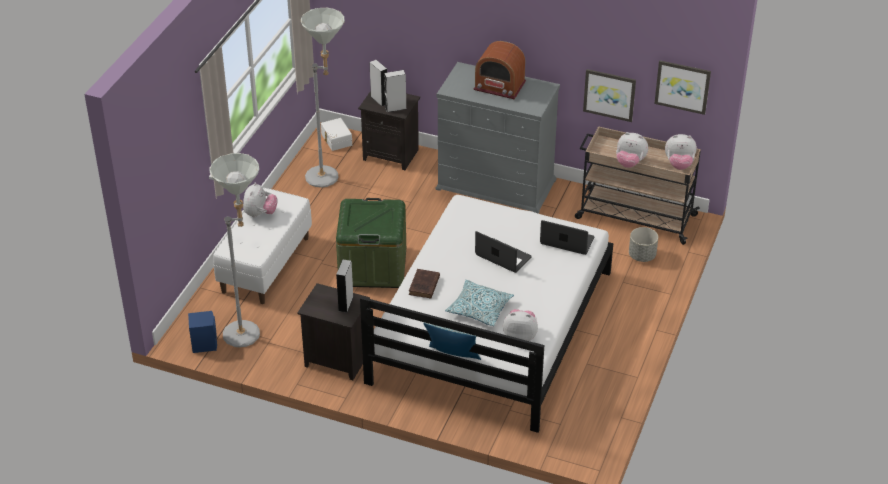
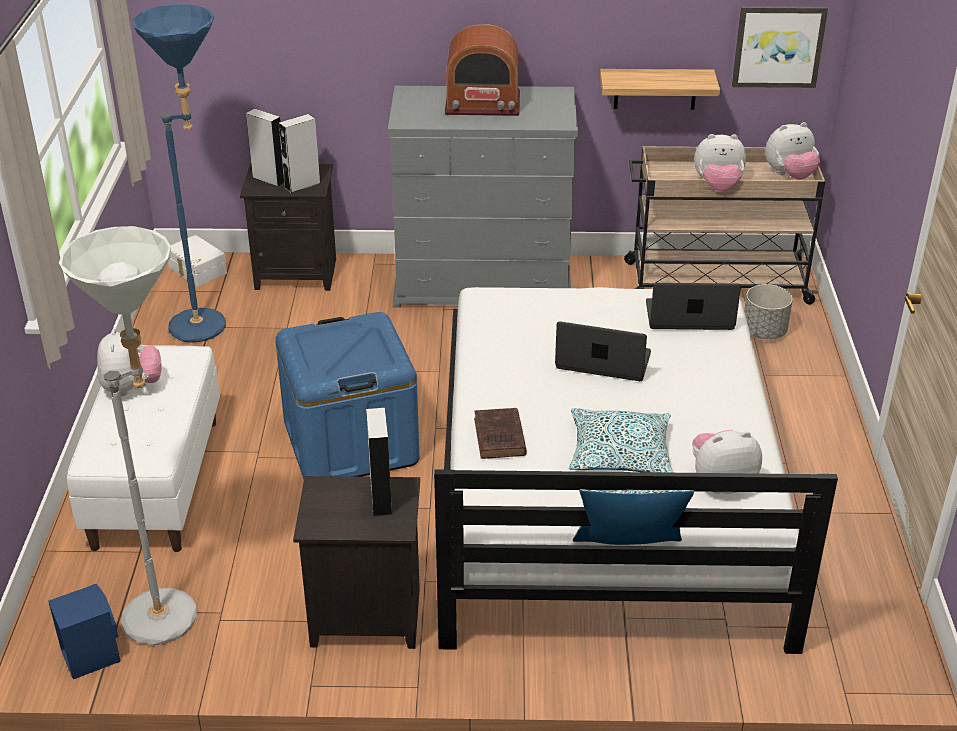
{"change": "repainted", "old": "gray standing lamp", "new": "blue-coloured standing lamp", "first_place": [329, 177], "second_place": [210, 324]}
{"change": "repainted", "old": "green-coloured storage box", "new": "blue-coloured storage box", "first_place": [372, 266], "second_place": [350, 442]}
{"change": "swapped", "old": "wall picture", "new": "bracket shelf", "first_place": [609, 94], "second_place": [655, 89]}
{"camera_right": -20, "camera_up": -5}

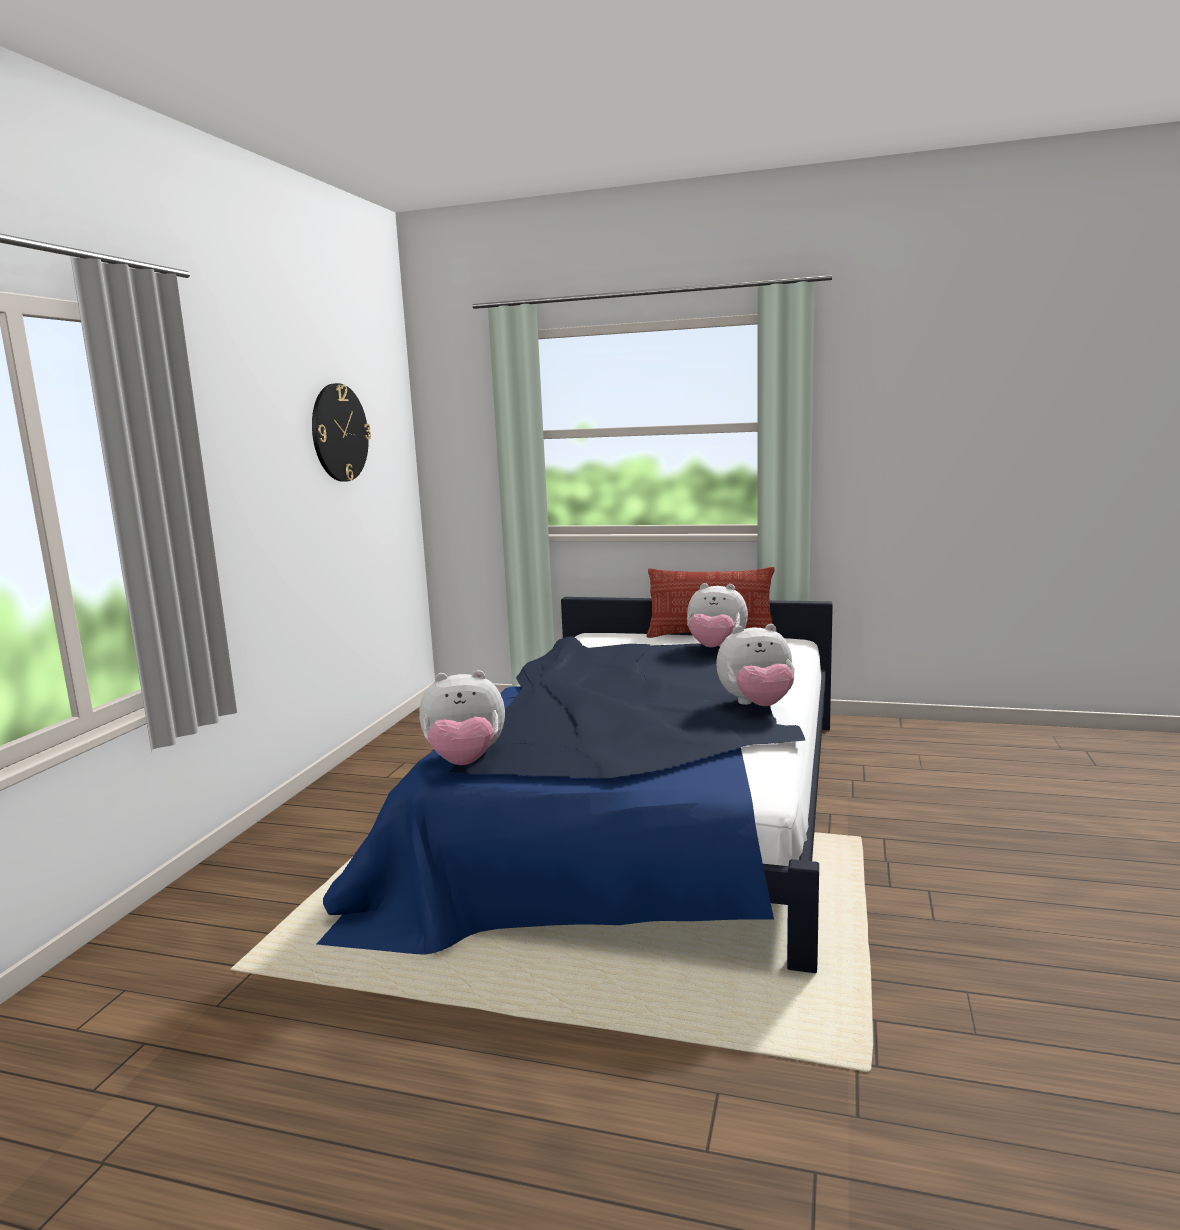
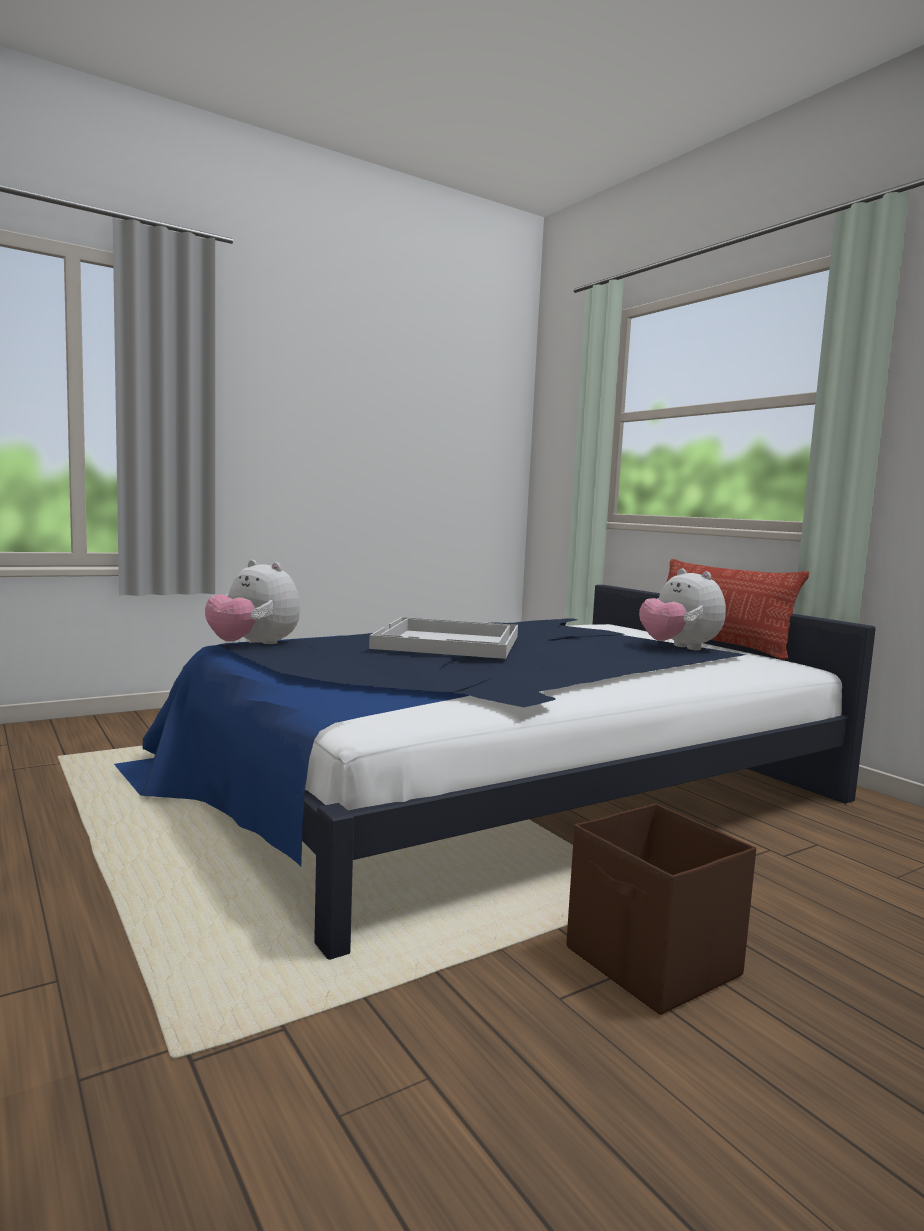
{"change": "gone", "old": "clock on the wall", "first_place": [339, 433]}
{"change": "gone", "old": "plush toy", "first_place": [757, 705]}
{"change": "new", "new": "white-coloured carrying tray", "second_place": [449, 642]}
{"change": "new", "new": "brown-coloured storage box", "second_place": [653, 963]}
{"camera_right": 40, "camera_up": -5}

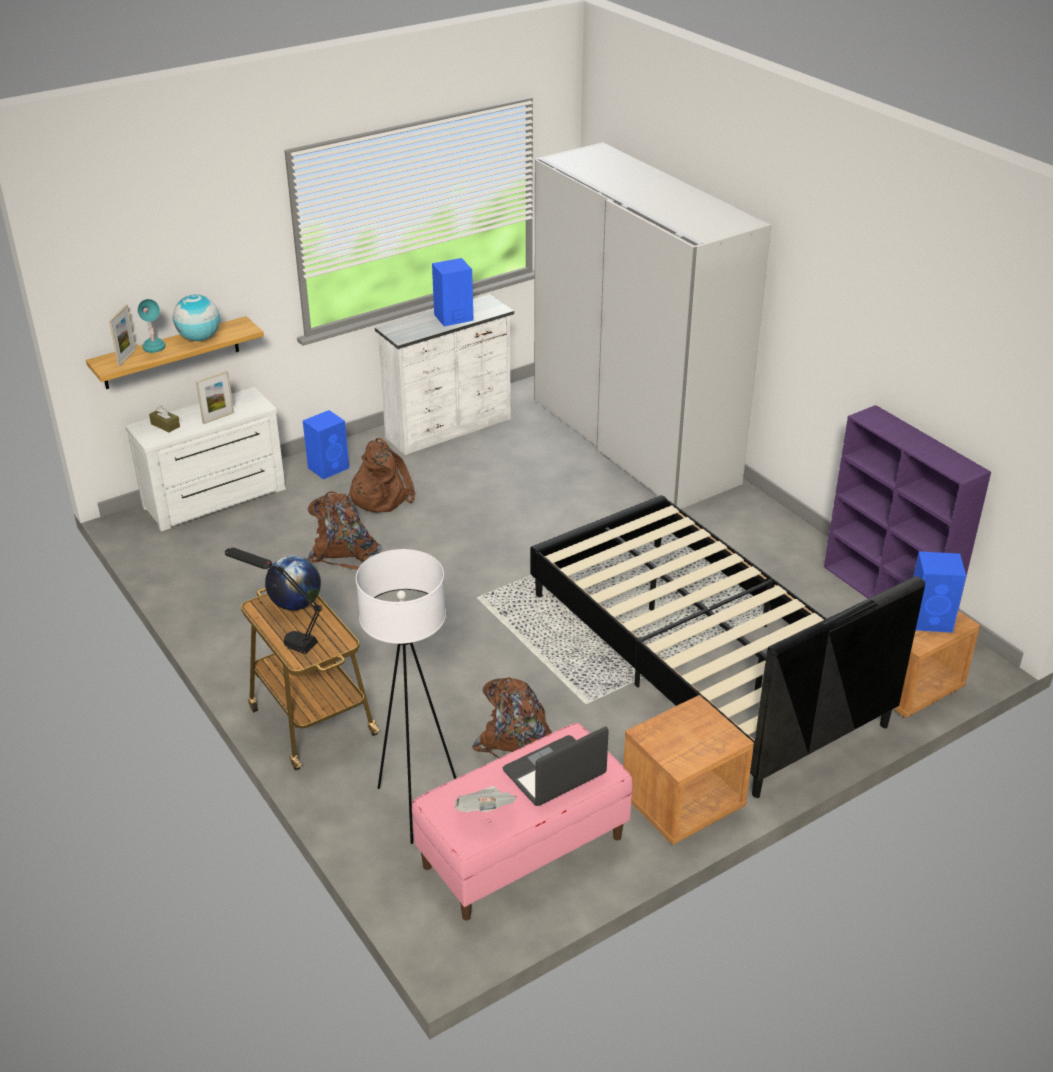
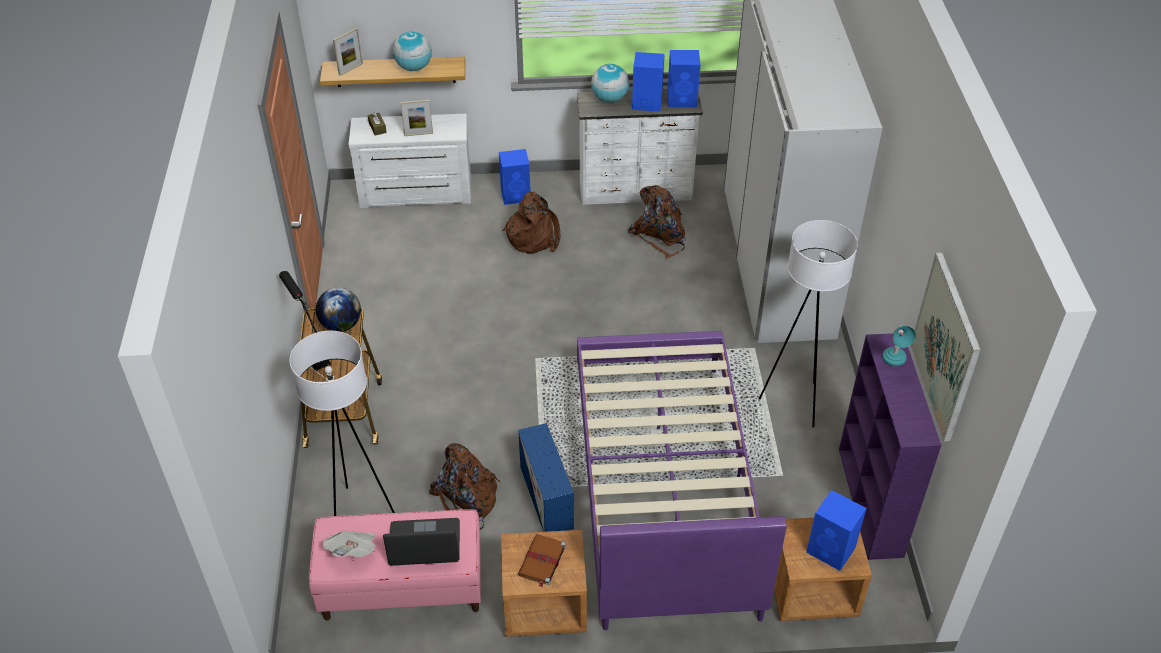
{"change": "shifted", "old": "turquoise lamp for a table", "first_place": [155, 351], "second_place": [893, 363]}
{"change": "shifted", "old": "brown-coloured knapsack", "first_place": [345, 553], "second_place": [660, 235]}
{"change": "repainted", "old": "blackish bed", "new": "purple-coloured bed", "first_place": [701, 657], "second_place": [663, 488]}
{"change": "new", "new": "blue-coloured storage box", "second_place": [547, 498]}
{"change": "new", "new": "brown-coloured volume", "second_place": [542, 561]}
{"change": "new", "new": "world globe", "second_place": [610, 99]}
{"change": "new", "new": "blue-coloured audio speaker", "second_place": [683, 100]}
{"change": "new", "new": "white-coloured standing lamp", "second_place": [794, 402]}
{"change": "new", "new": "wall picture", "second_place": [946, 346]}
{"camera_right": 30, "camera_up": 10}

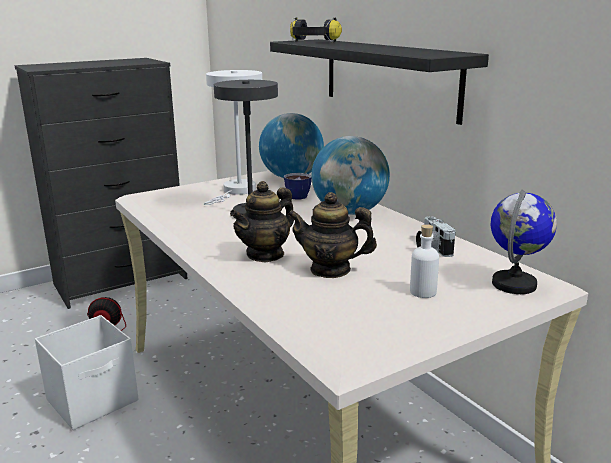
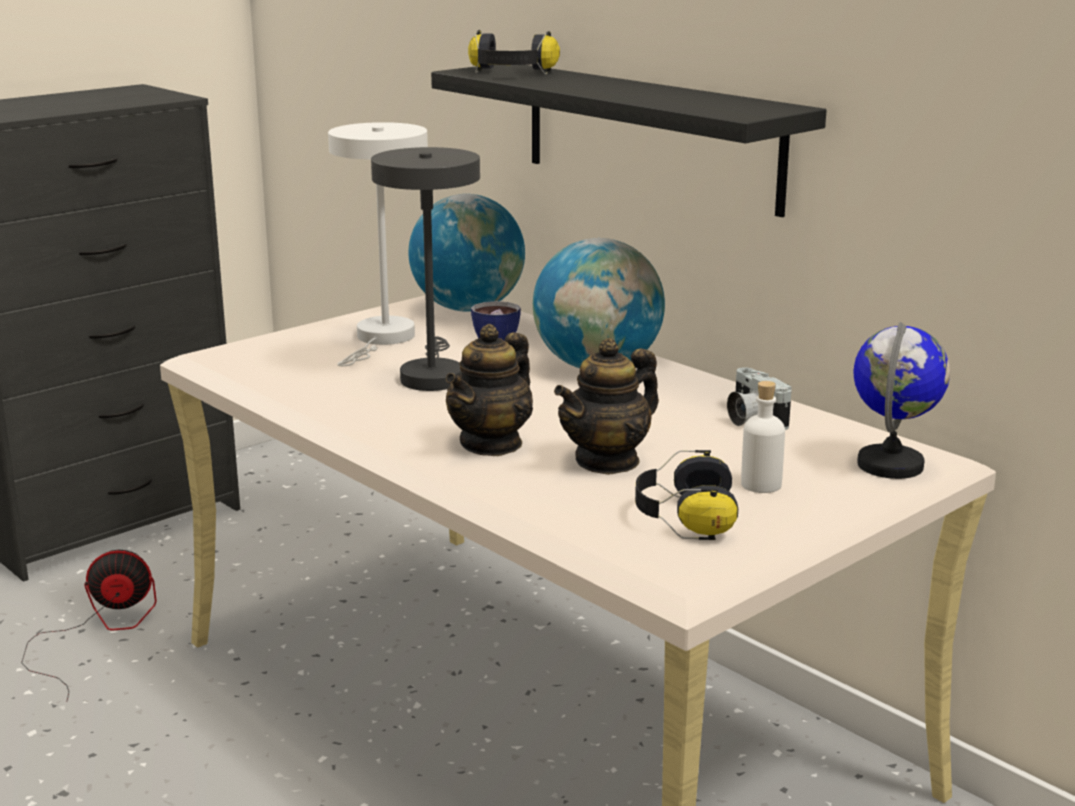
{"change": "gone", "old": "white-coloured storage box", "first_place": [94, 400]}
{"change": "rotated", "old": "teapot", "first_place": [330, 269], "second_place": [607, 461], "degrees": -45}
{"change": "new", "new": "headphones", "second_place": [683, 518]}
{"camera_right": -10, "camera_up": 0}

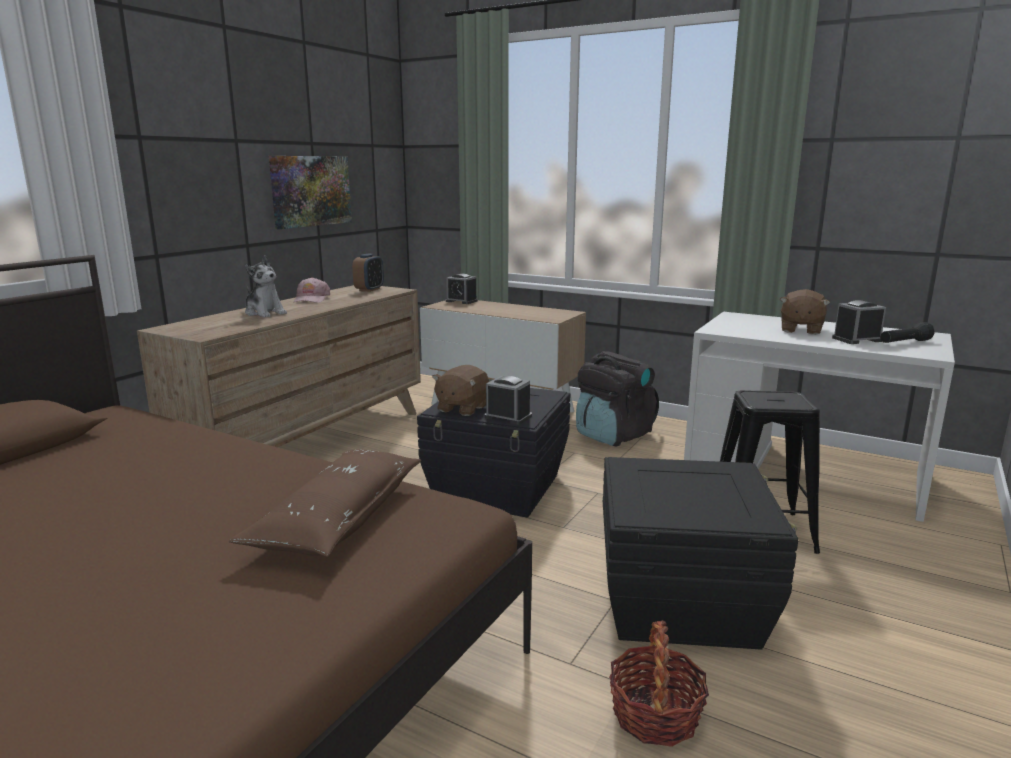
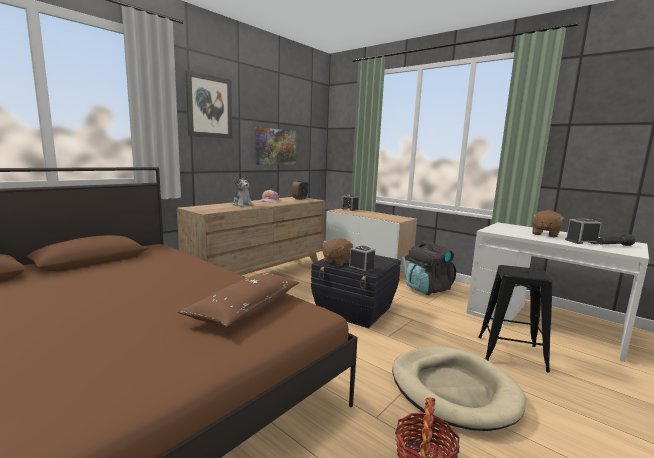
{"change": "swapped", "old": "blackish storage box", "new": "sand-coloured dog bed", "first_place": [681, 601], "second_place": [453, 390]}
{"change": "new", "new": "wall picture", "second_place": [209, 107]}
{"camera_right": 10, "camera_up": -5}

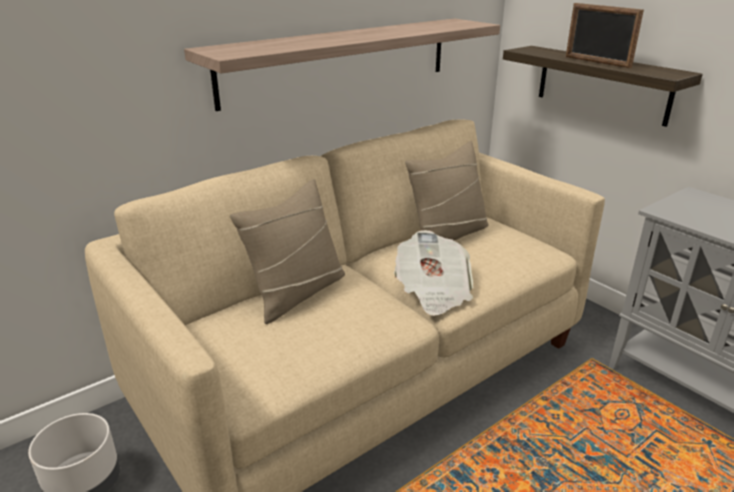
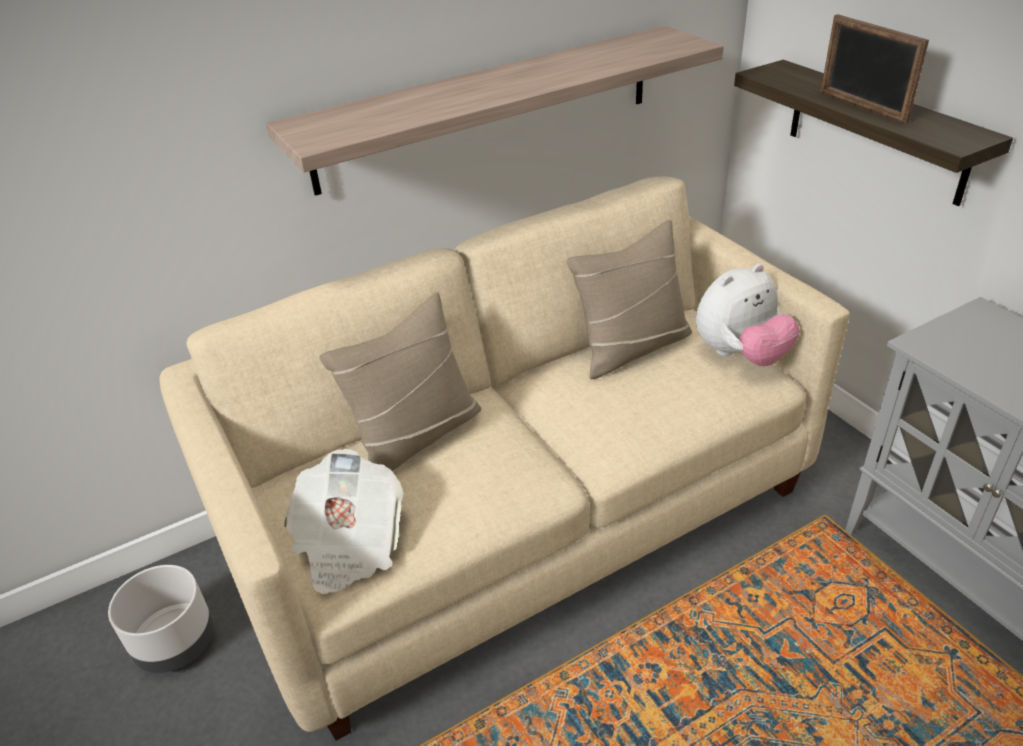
{"change": "shifted", "old": "printed paper", "first_place": [433, 291], "second_place": [349, 543]}
{"change": "new", "new": "plush toy", "second_place": [741, 355]}
{"camera_right": 10, "camera_up": 10}

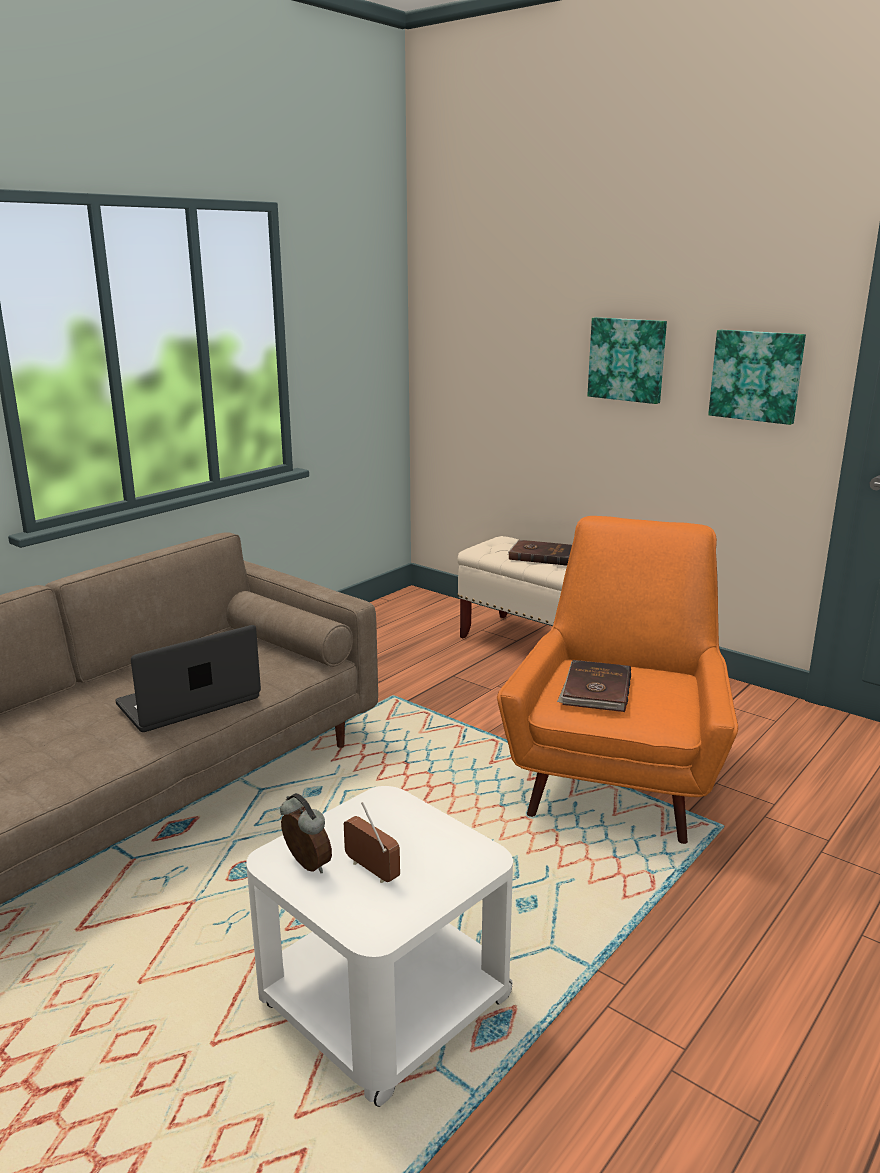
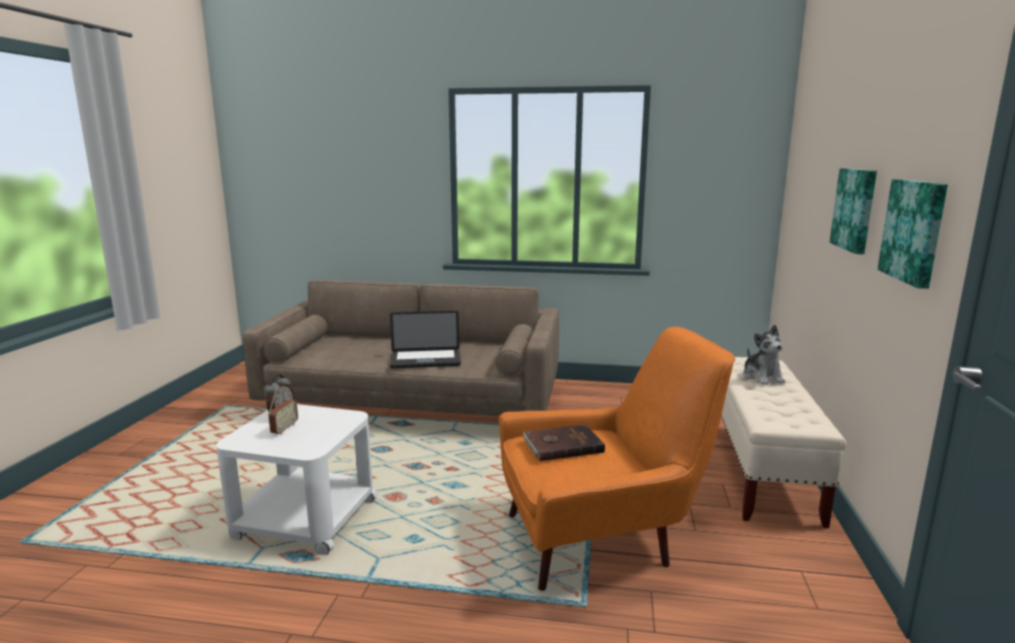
{"change": "rotated", "old": "laptop", "first_place": [189, 702], "second_place": [425, 360], "degrees": 150}
{"change": "swapped", "old": "brown-coloured volume", "new": "plush toy", "first_place": [542, 555], "second_place": [762, 377]}
{"camera_right": 60, "camera_up": -5}

